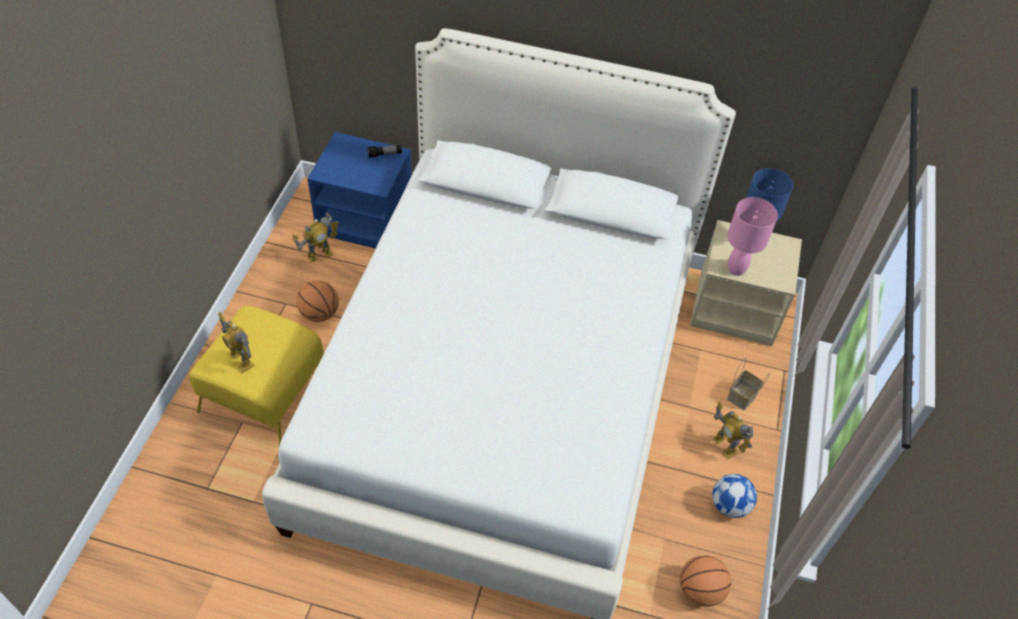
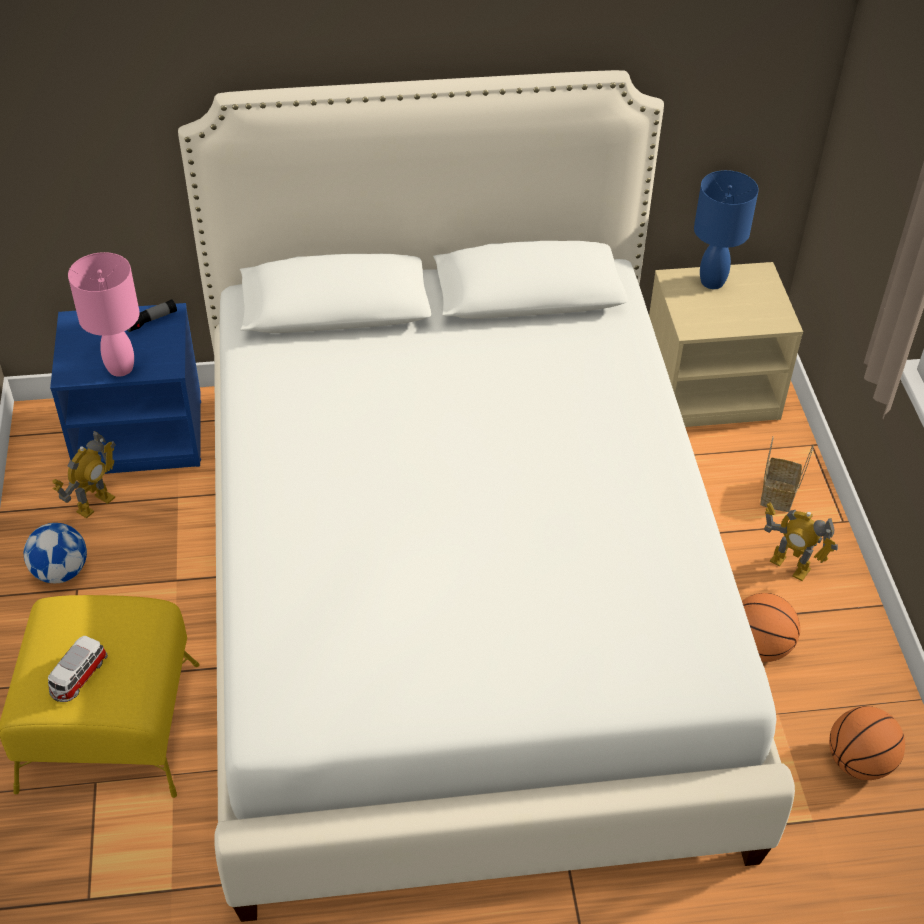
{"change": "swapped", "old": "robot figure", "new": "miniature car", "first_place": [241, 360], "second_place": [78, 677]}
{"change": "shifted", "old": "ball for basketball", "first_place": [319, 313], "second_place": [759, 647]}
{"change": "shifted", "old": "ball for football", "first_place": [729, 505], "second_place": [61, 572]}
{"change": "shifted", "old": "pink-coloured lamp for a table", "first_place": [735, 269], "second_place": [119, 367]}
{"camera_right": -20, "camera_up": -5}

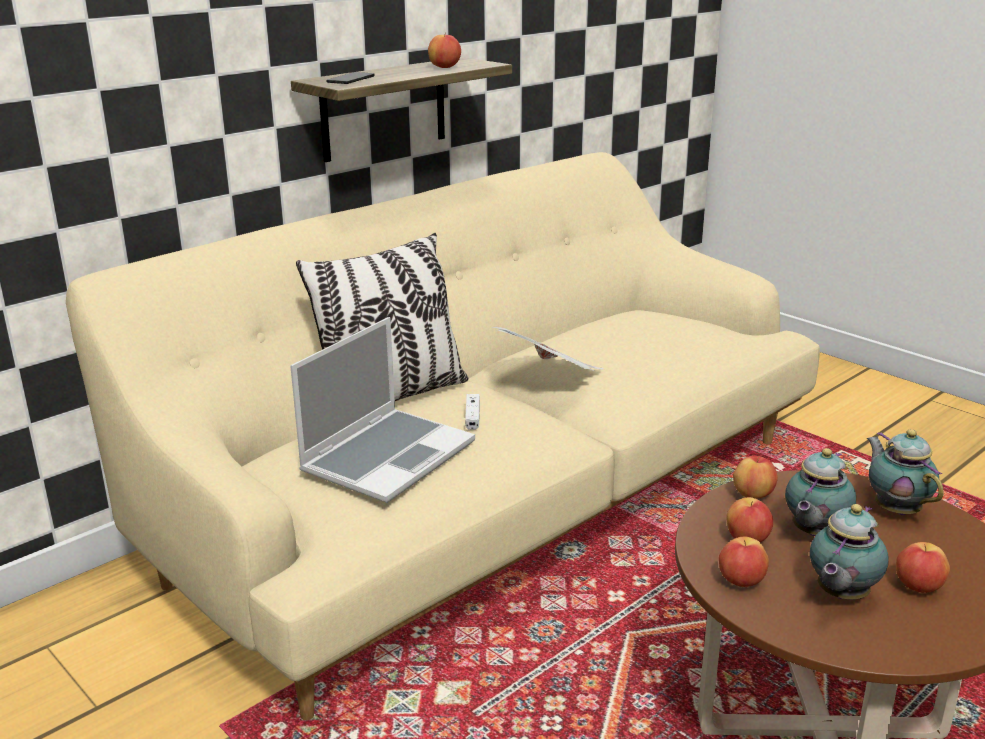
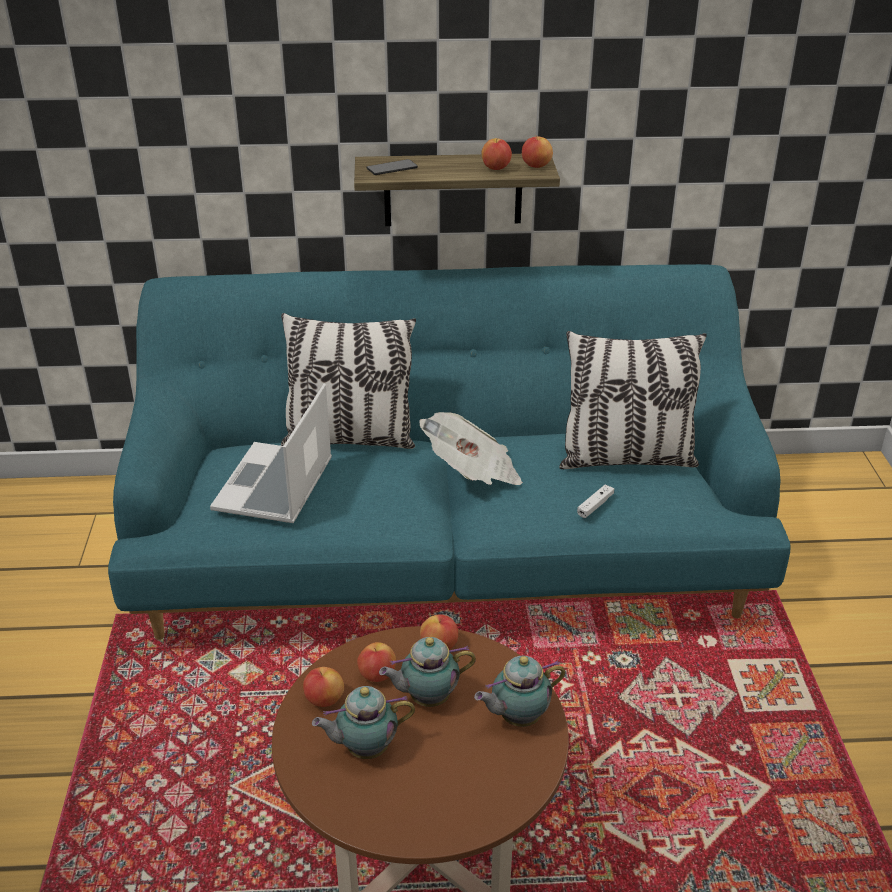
{"change": "repainted", "old": "sand-coloured settee", "new": "turquoise settee", "first_place": [493, 502], "second_place": [446, 552]}
{"change": "rotated", "old": "laptop", "first_place": [388, 456], "second_place": [275, 487], "degrees": 120}
{"change": "shifted", "old": "white-coloured joypad", "first_place": [472, 417], "second_place": [595, 506]}
{"change": "rotated", "old": "teapot", "first_place": [895, 509], "second_place": [517, 718], "degrees": -135}
{"change": "shifted", "old": "apple", "first_place": [918, 587], "second_place": [536, 166]}
{"change": "new", "new": "cushion", "second_place": [626, 459]}
{"camera_right": 40, "camera_up": 10}

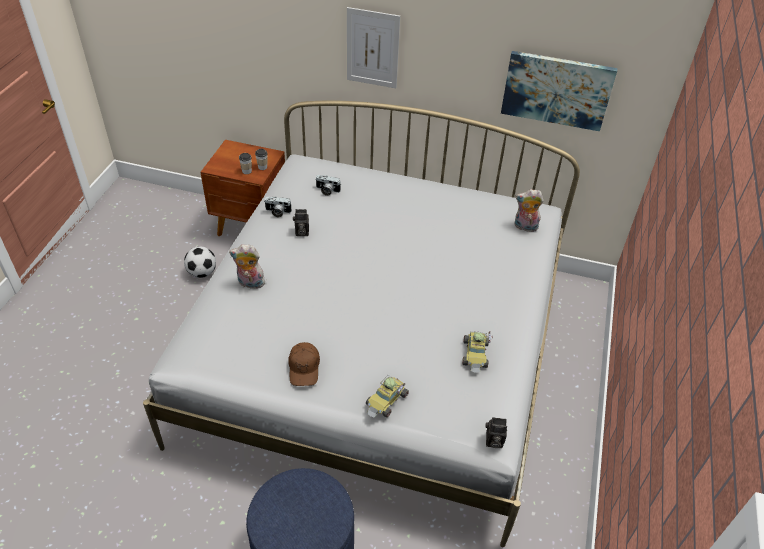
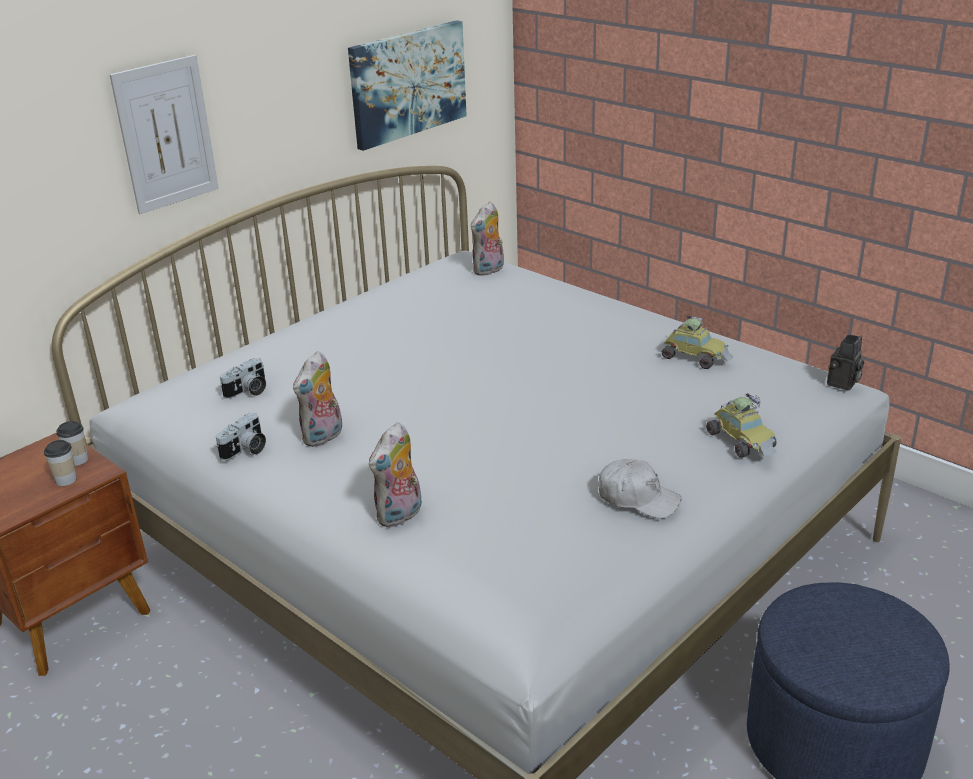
{"change": "gone", "old": "ball for football", "first_place": [202, 273]}
{"change": "repainted", "old": "brown-coloured cap", "new": "white-coloured cap", "first_place": [304, 368], "second_place": [638, 498]}
{"change": "swapped", "old": "still camera", "new": "plush toy", "first_place": [301, 232], "second_place": [323, 437]}
{"camera_right": -60, "camera_up": -15}

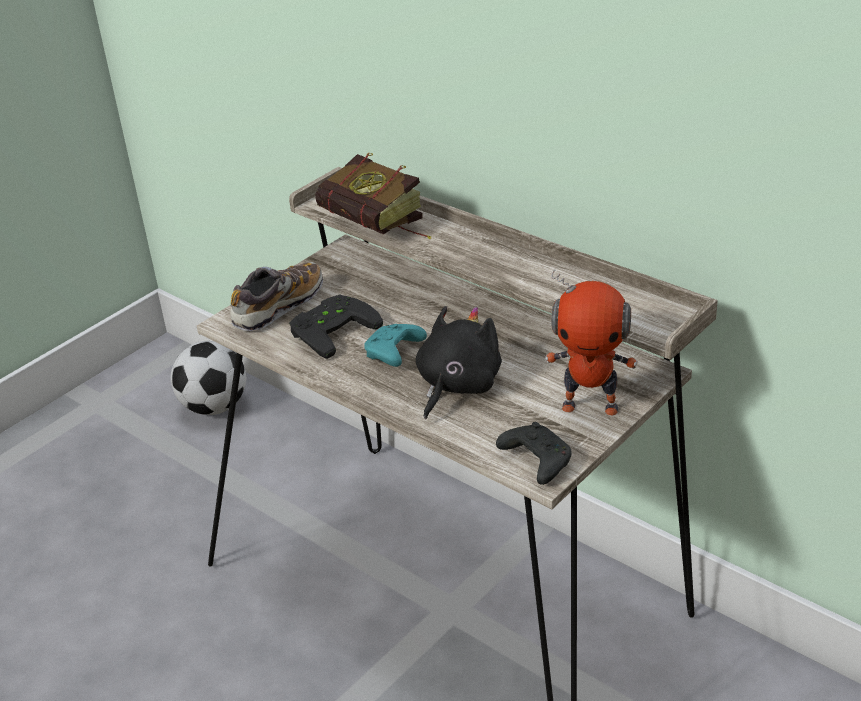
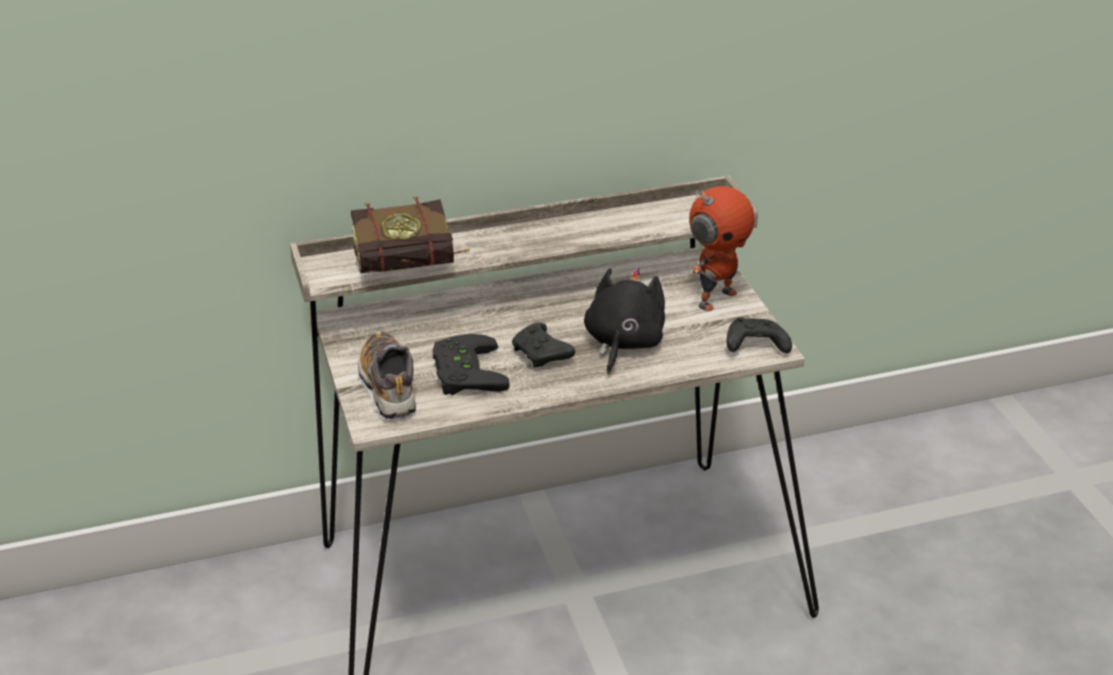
{"change": "gone", "old": "ball for football", "first_place": [214, 407]}
{"change": "repainted", "old": "turquoise joypad", "new": "blackish joypad", "first_place": [394, 354], "second_place": [542, 355]}
{"change": "rotated", "old": "blackish plush toy", "first_place": [457, 386], "second_place": [623, 343], "degrees": 45}
{"camera_right": -60, "camera_up": 0}

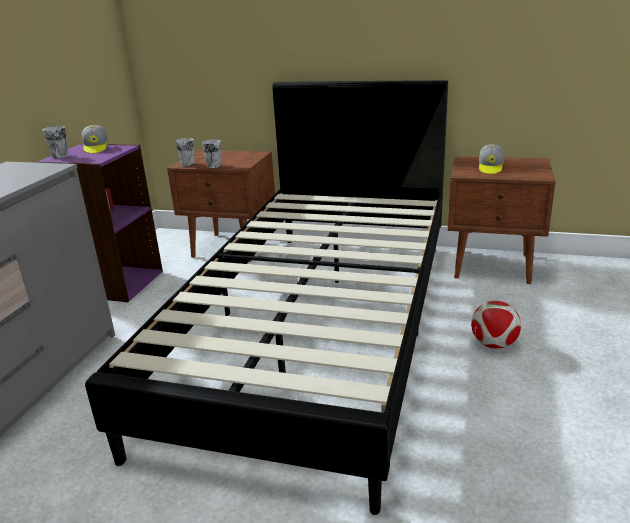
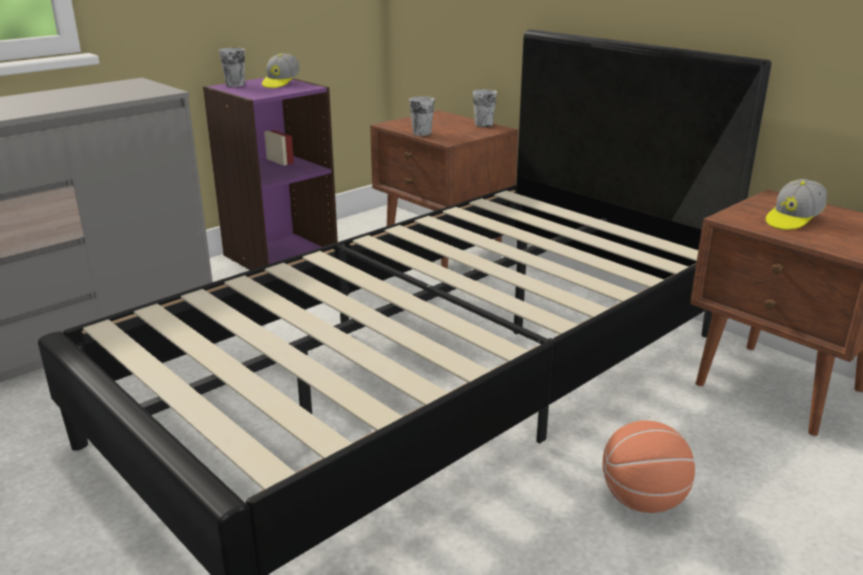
{"change": "shifted", "old": "cup", "first_place": [187, 164], "second_place": [483, 124]}
{"change": "swapped", "old": "ball for football", "new": "ball for basketball", "first_place": [494, 344], "second_place": [643, 500]}
{"camera_right": 30, "camera_up": 0}

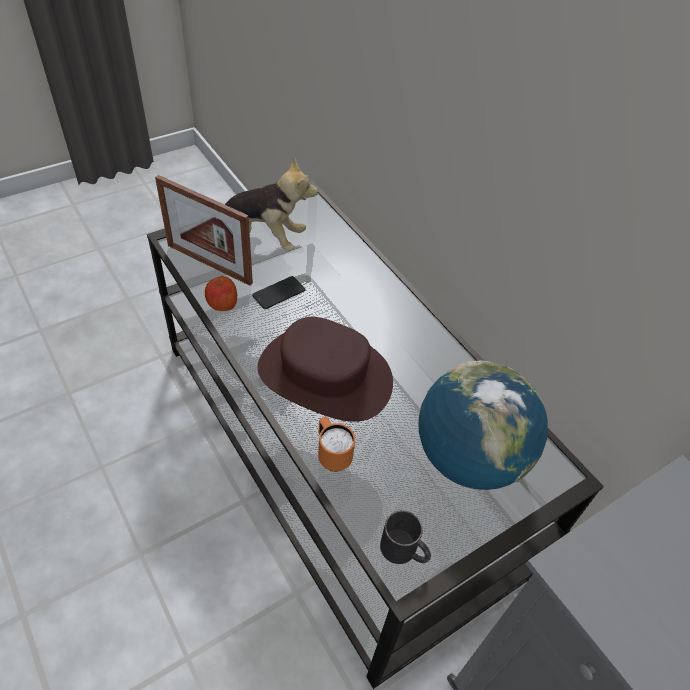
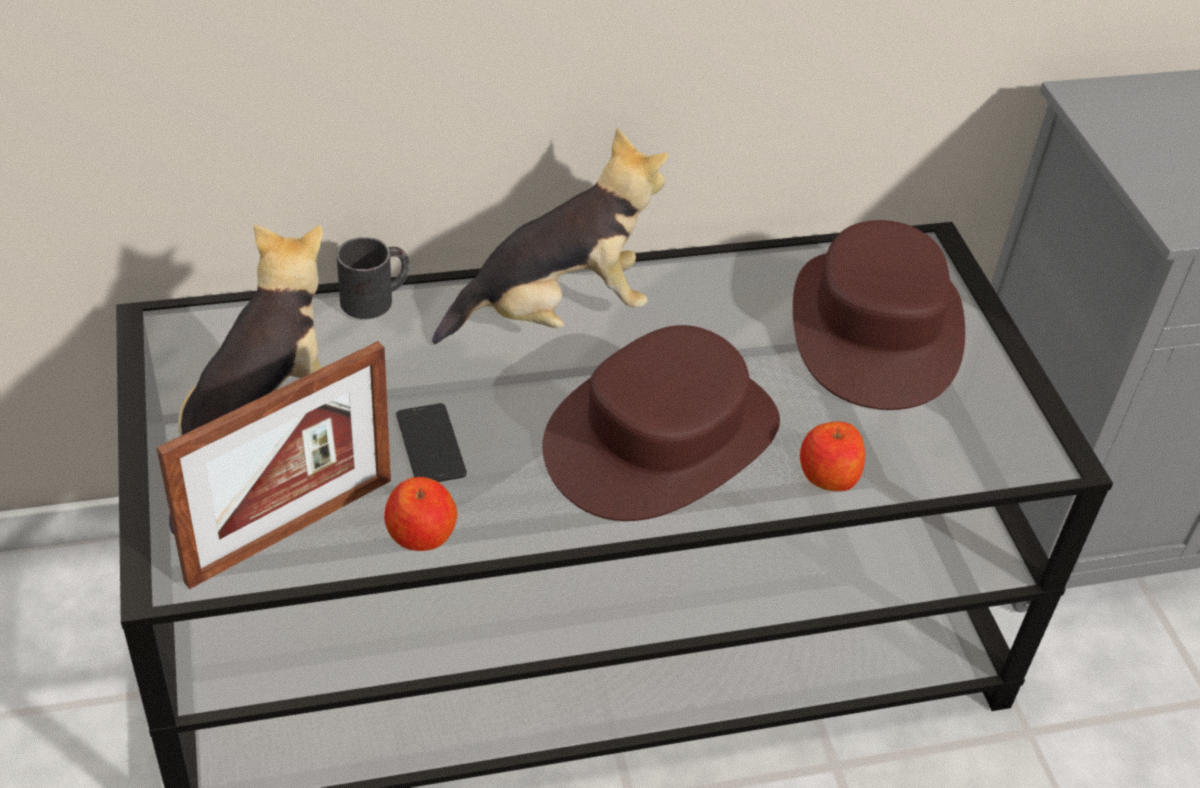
{"change": "swapped", "old": "orange-coloured mug", "new": "apple", "first_place": [332, 455], "second_place": [827, 475]}
{"change": "shifted", "old": "blackish mug", "first_place": [404, 551], "second_place": [376, 298]}
{"change": "swapped", "old": "world globe", "new": "brown-coloured wearable hat", "first_place": [468, 458], "second_place": [874, 328]}
{"change": "new", "new": "plush toy", "second_place": [555, 313]}
{"camera_right": -70, "camera_up": -5}

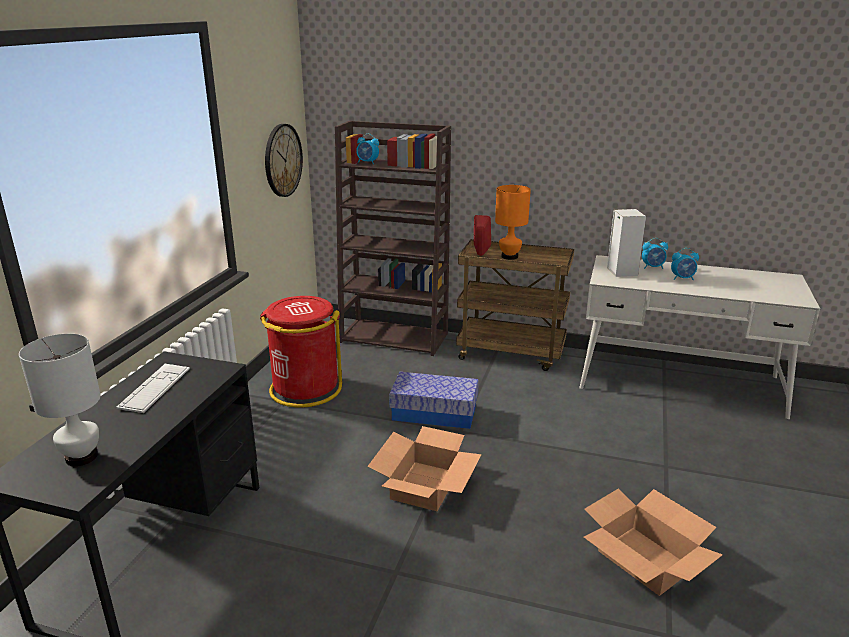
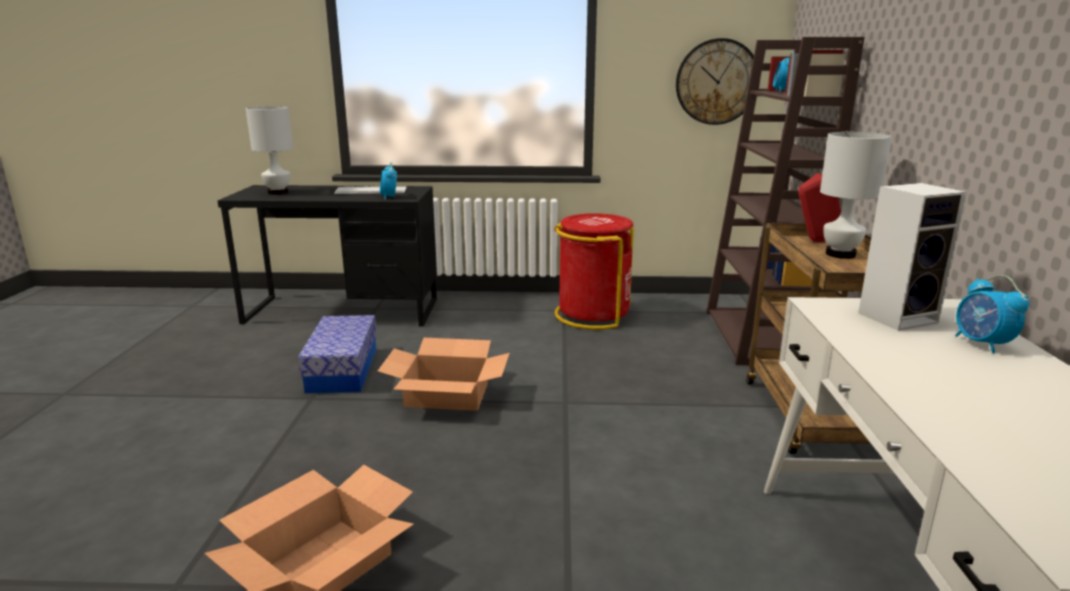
{"change": "shifted", "old": "storage box", "first_place": [434, 413], "second_place": [343, 370]}
{"change": "repainted", "old": "orange-coloured lamp for a table", "new": "white-coloured lamp for a table", "first_place": [509, 257], "second_place": [839, 254]}
{"change": "shifted", "old": "alarm clock", "first_place": [682, 278], "second_place": [389, 197]}
{"camera_right": 75, "camera_up": -5}

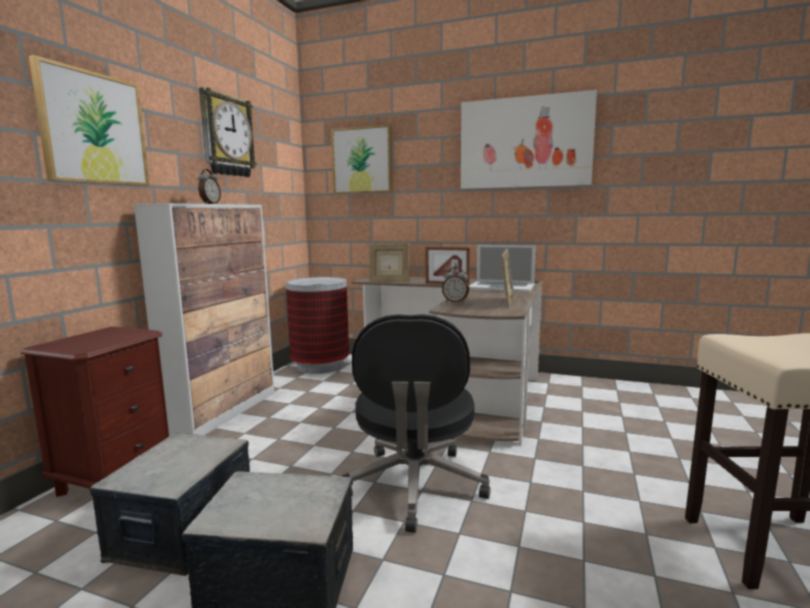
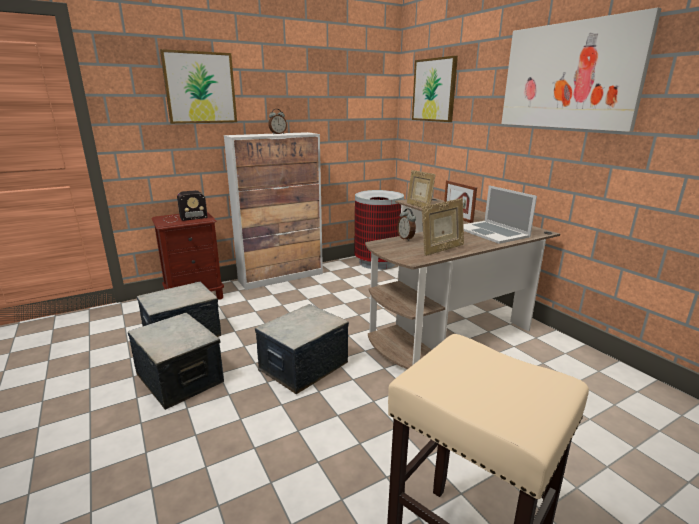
{"change": "gone", "old": "clock on the wall", "first_place": [226, 136]}
{"change": "swapped", "old": "blackish desk chair", "new": "storage box", "first_place": [415, 486], "second_place": [303, 366]}
{"change": "new", "new": "radio", "second_place": [183, 218]}
{"camera_right": 40, "camera_up": 10}

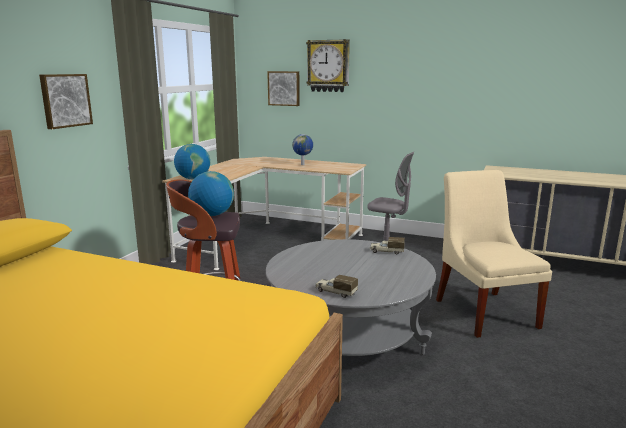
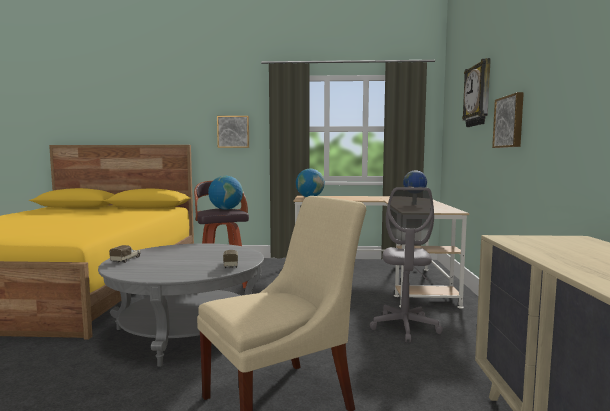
{"change": "shifted", "old": "wall picture", "first_place": [284, 88], "second_place": [510, 122]}
{"camera_right": 70, "camera_up": -10}

